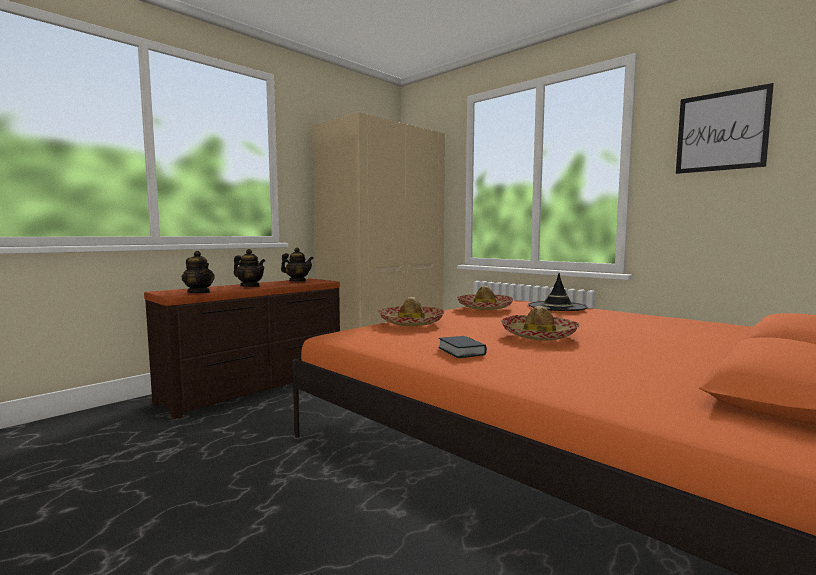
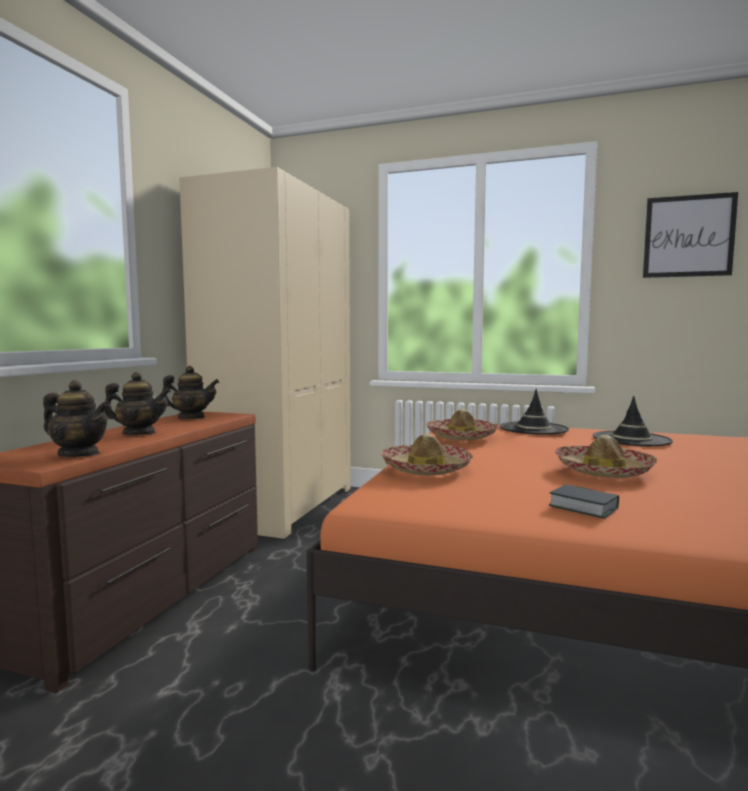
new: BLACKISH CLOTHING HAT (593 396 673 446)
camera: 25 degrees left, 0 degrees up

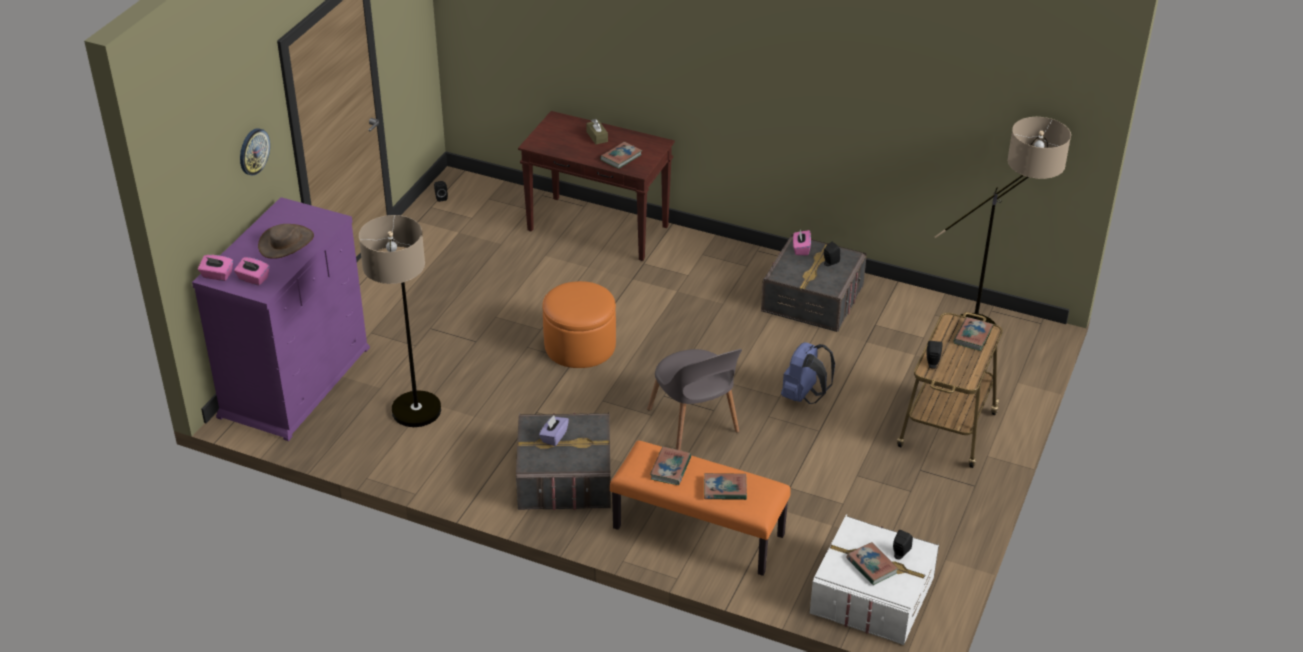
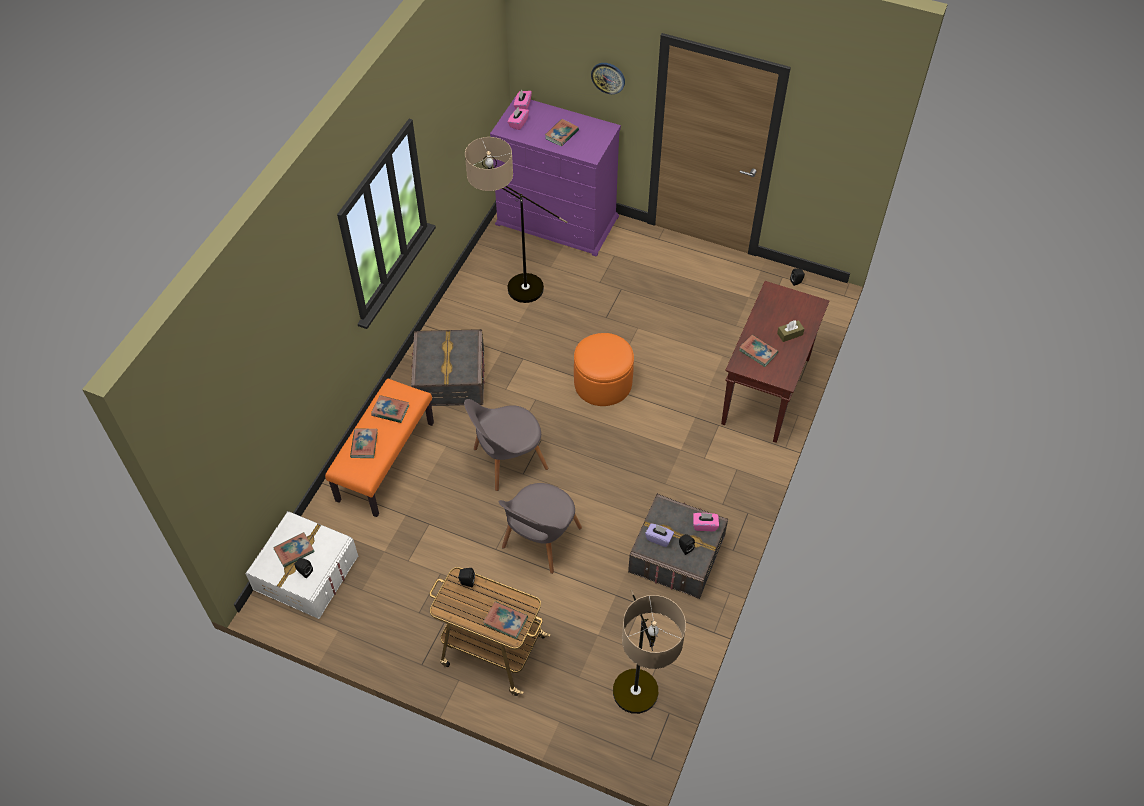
shifted: PURPLE-COLOURED BOX OF TISSUES (539 415 569 446) to (645 523 674 547)
swapped: BROWN-COLOURED CLOTHING HAT (258 224 314 259) to BOOK (545 119 579 146); BLUE BACKPACK (781 342 835 404) to GREYISH CHAIR (499 483 582 574)
camera: 90 degrees right, 15 degrees up

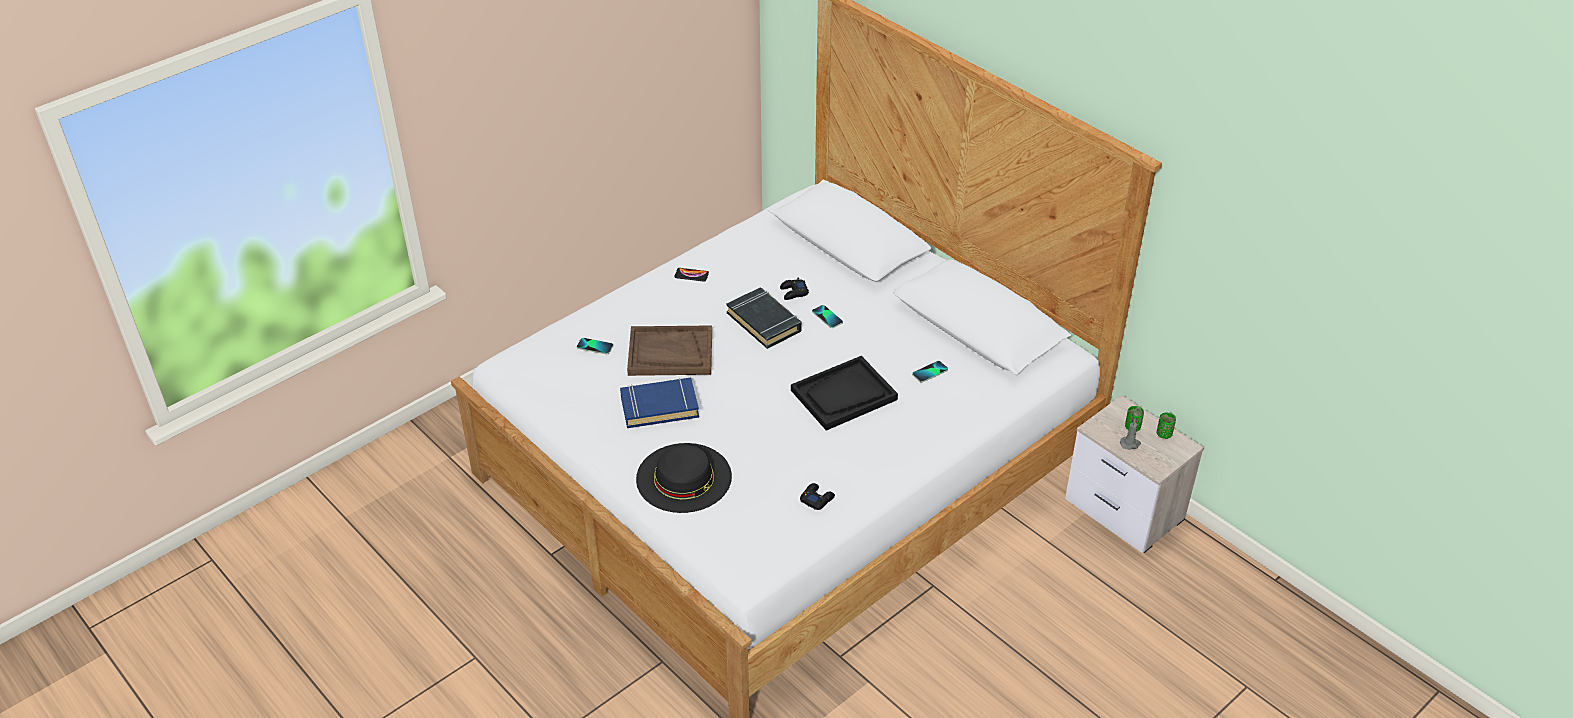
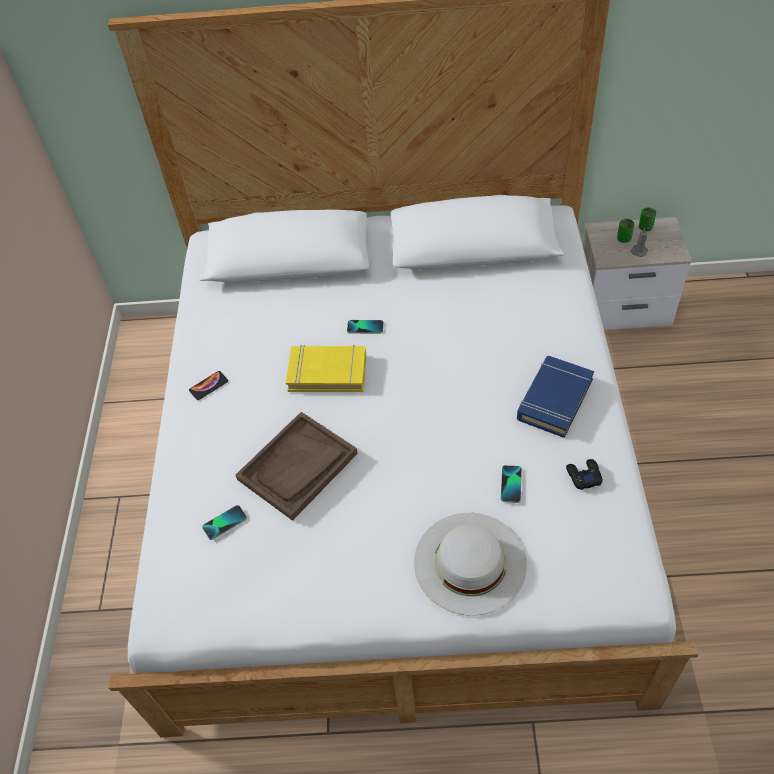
gone: BLACKISH GAME CONTROLLER (780 278 809 300); BLACKISH CARRYING TRAY (791 356 898 431)
shifted: BLUE BOOK (620 378 699 428) to (517 356 594 438); HANDSET (912 361 948 383) to (501 465 522 503)
repainted: BLACKISH CLOTHING HAT (636 443 732 513) to WHITISH CLOTHING HAT (414 513 527 616); BLACKISH BOOK (726 288 801 349) to YELLOWISH BOOK (286 345 366 392)
camera: 45 degrees left, 10 degrees up

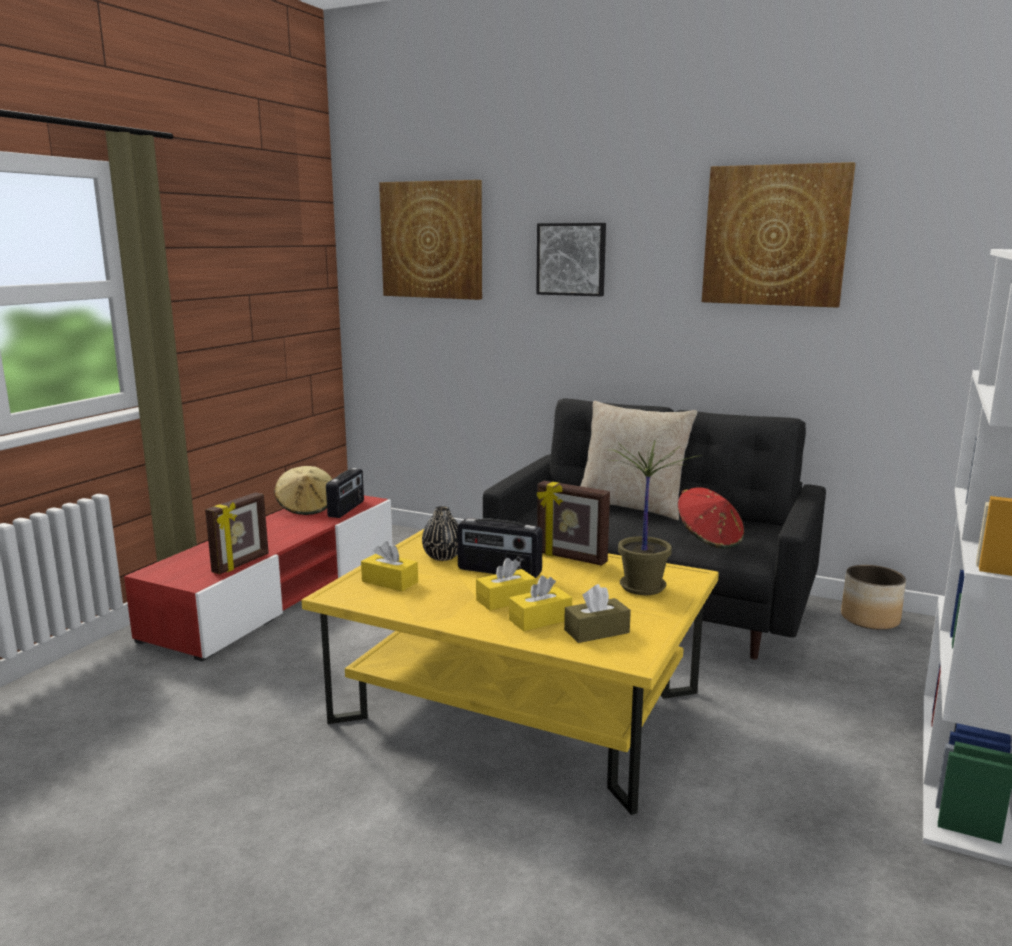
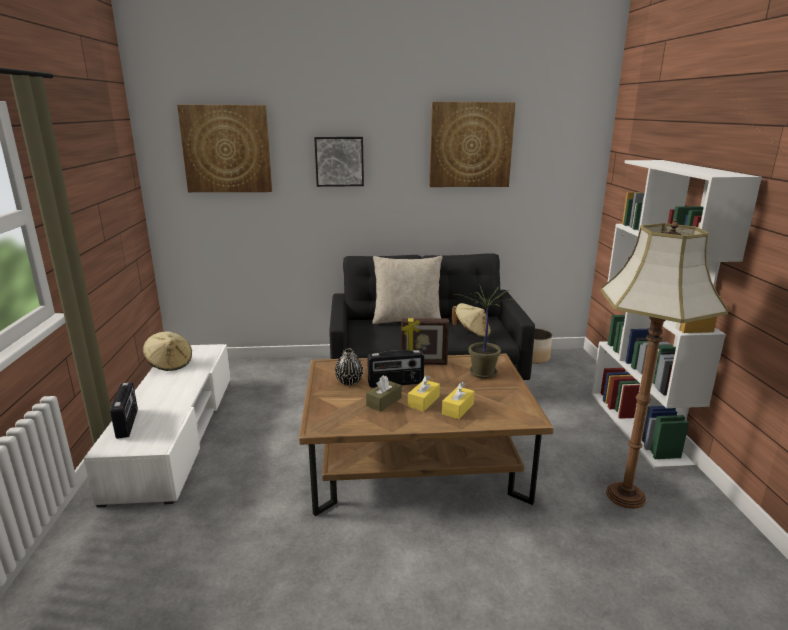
gone: PICTURE FRAME (205 492 269 574); YELLOWISH BOX OF TISSUES (361 541 418 591)
new: STANDING LAMP (601 218 729 509)
shifted: RADIO (326 468 364 518) to (110 382 138 439); BROWN-COLOURED BOX OF TISSUES (564 584 631 643) to (366 375 402 412)
repainted: RED MEDIA CONSOLE (124 495 393 661) to WHITISH MEDIA CONSOLE (84 344 231 507); YELLOWISH LOW TABLE (301 529 719 815) to BROWN-COLOURED LOW TABLE (299 354 554 516); RED CLOTHING HAT (678 487 744 549) to BEIGE CLOTHING HAT (452 303 491 338)
camera: 30 degrees left, 5 degrees up

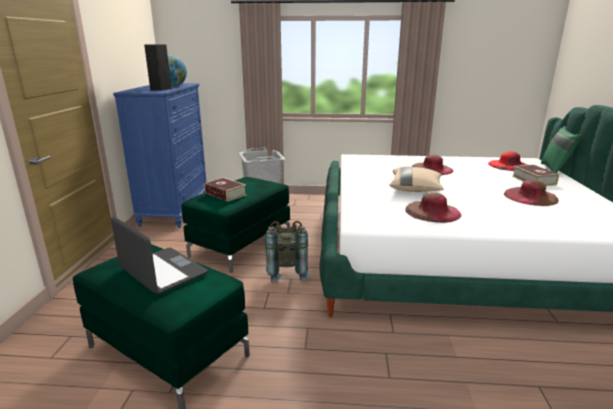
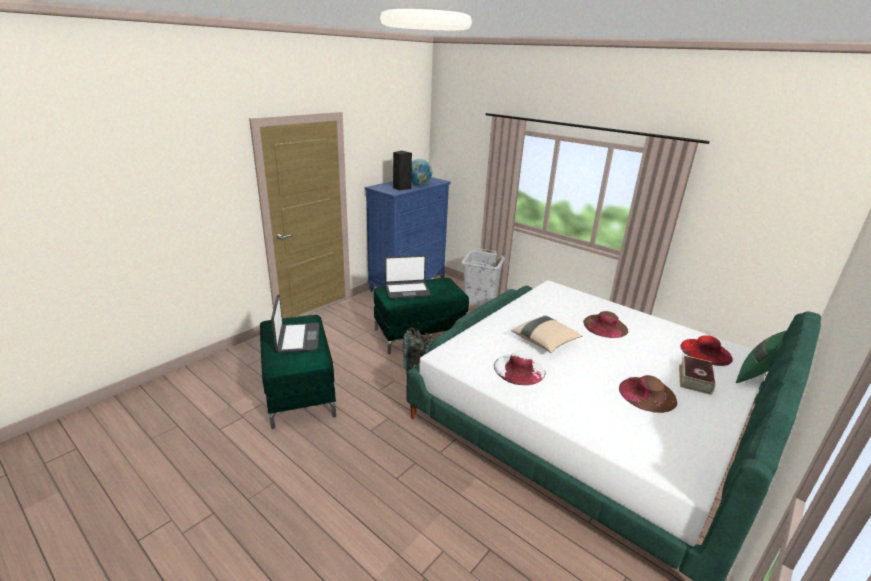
swapped: BOOK (205 178 246 202) to NOTEBOOK COMPUTER (385 255 431 299)
repainted: BROWN-COLOURED CLOTHING HAT (405 192 461 223) to WHITISH CLOTHING HAT (494 351 545 385)
camera: 35 degrees right, 5 degrees up

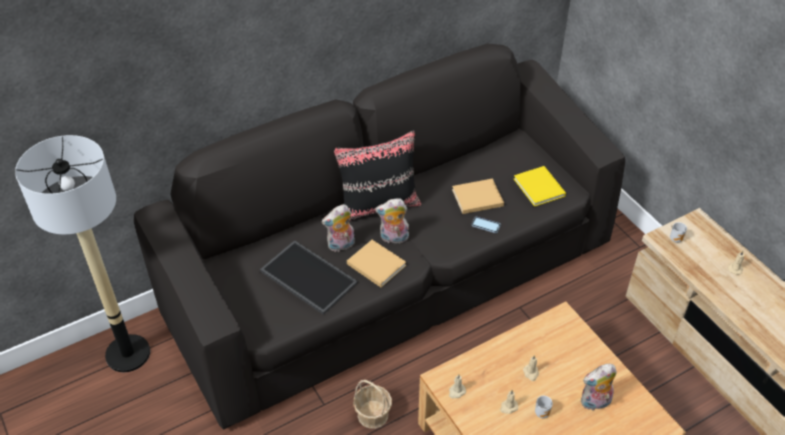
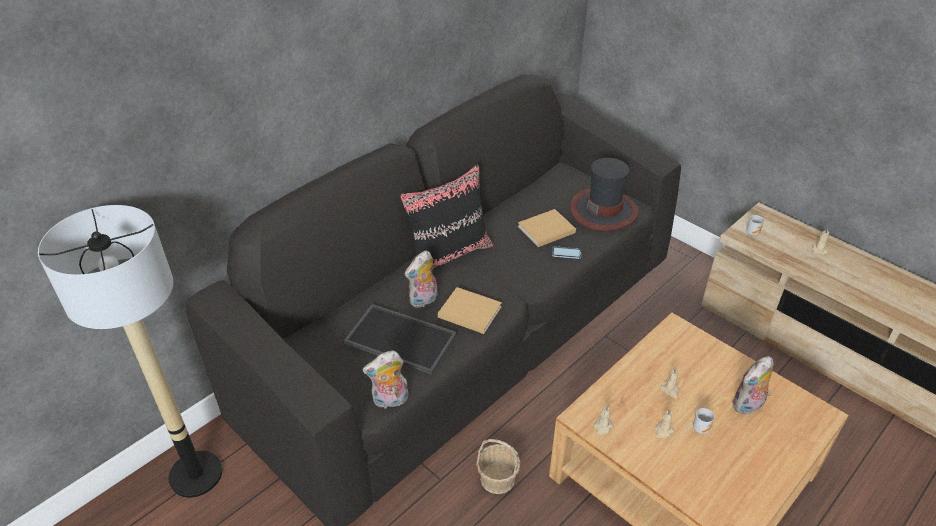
shifted: CUDDLY TOY (375 198 409 243) to (362 351 408 409)
swapped: YELLOWISH BOOK (514 166 566 207) to CLOTHING HAT (570 158 639 231)
camera: 15 degrees left, 5 degrees down

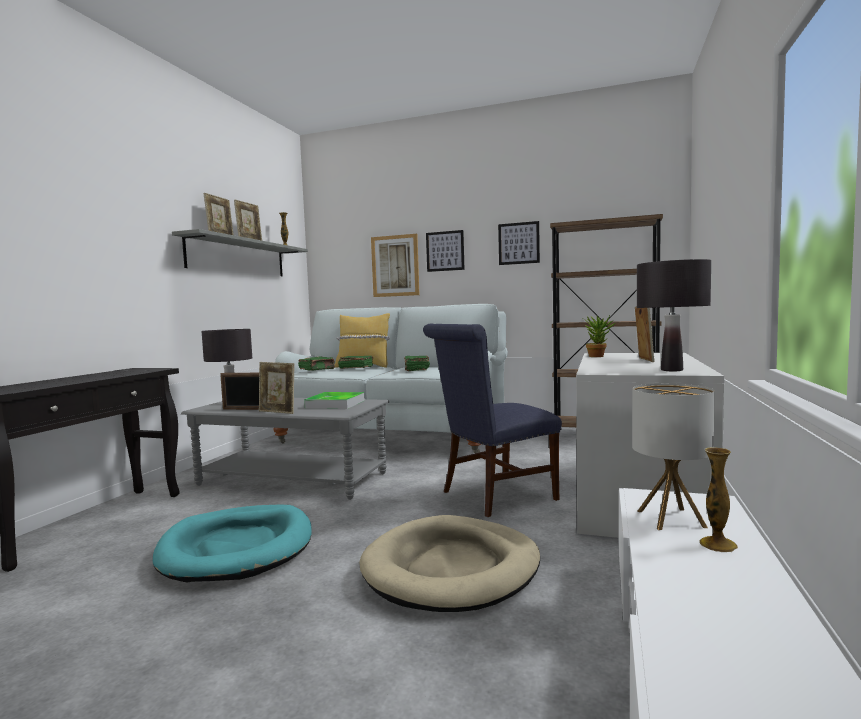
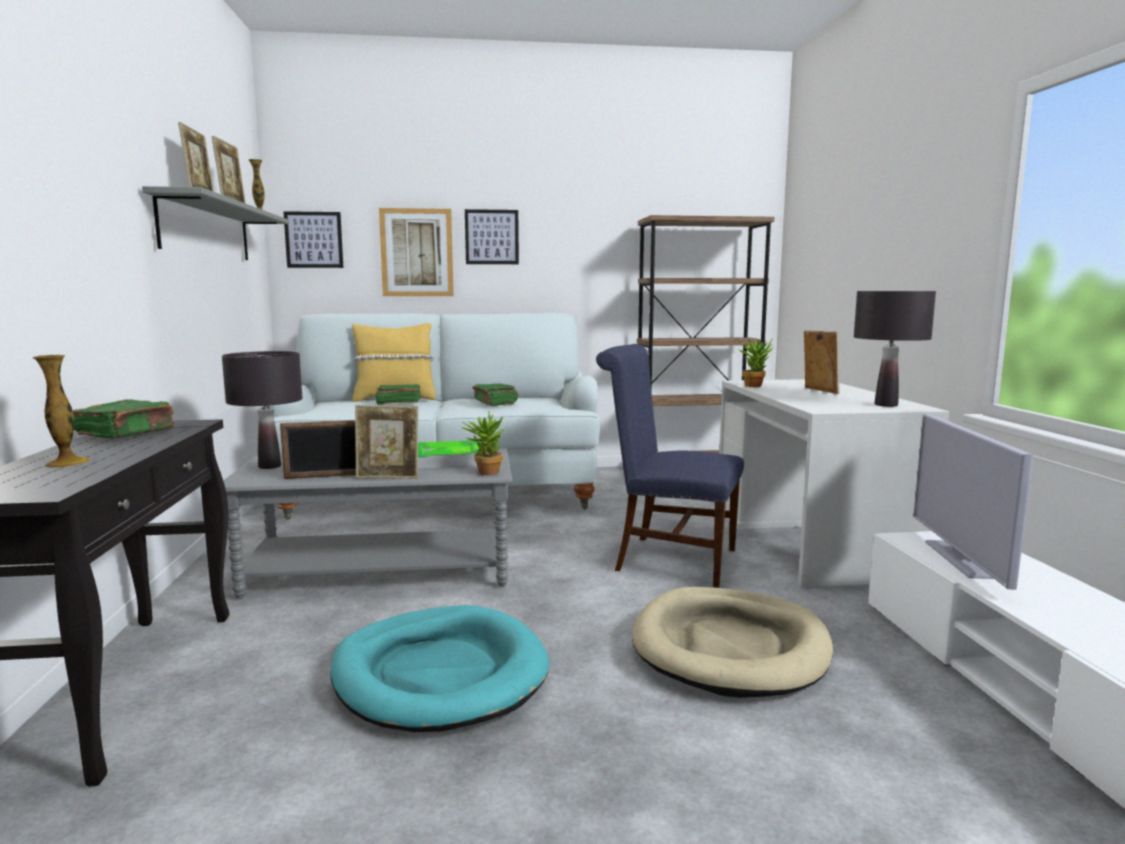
new: POTTED PLANT (461 412 504 475)
shifted: GREEN-COLOURED BOOK (298 356 335 371) to (73 399 174 439); WALL PICTURE (498 221 540 265) to (283 211 343 268); FLOWER VASE (699 447 738 552) to (33 355 90 468)
swapped: TABLE LAMP (632 384 715 530) to TELEVISION (913 414 1033 590)
rotated: BLUE CHAIR (423 324 562 517) = (596 344 744 588) 75 degrees clockwise
camera: 25 degrees left, 5 degrees up

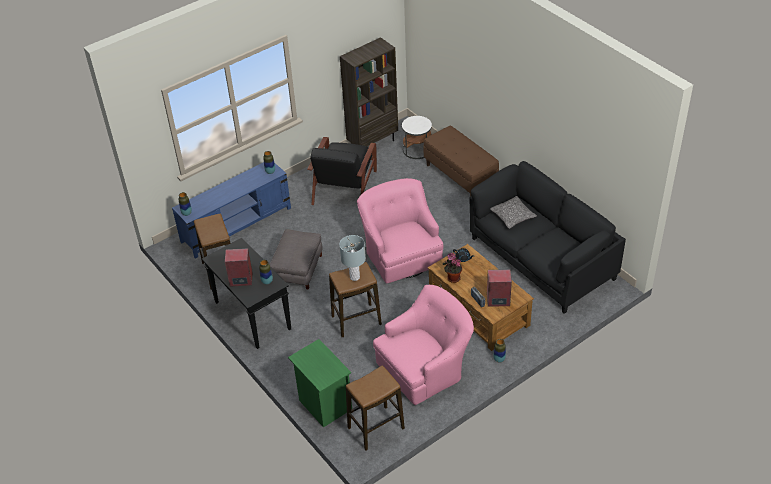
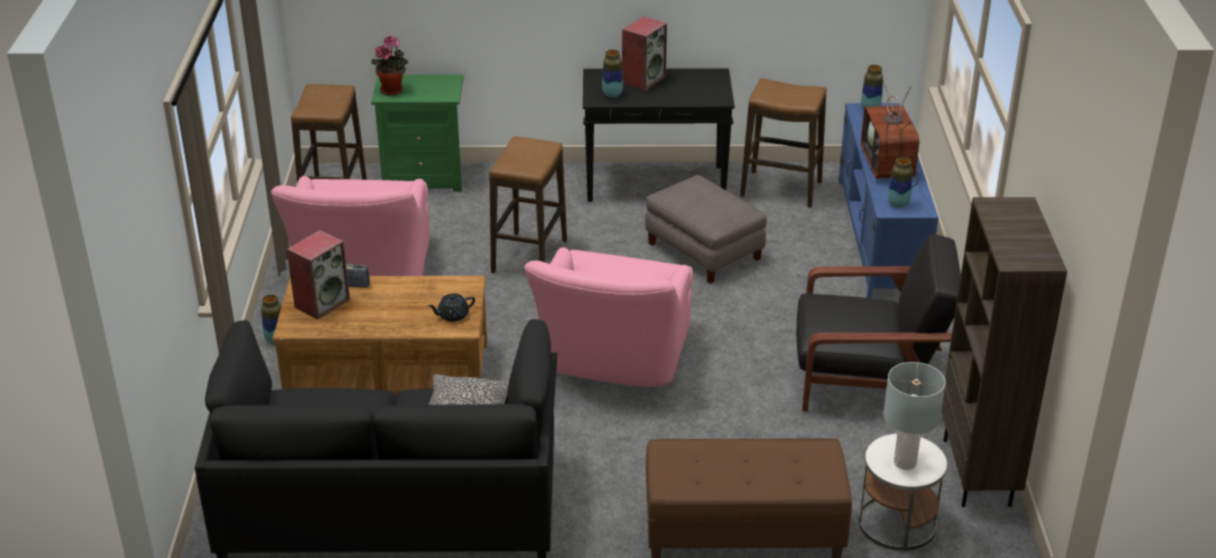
new: TELEVISION (861 73 920 187)
shifted: GREYISH TABLE LAMP (339 235 366 281) to (883 362 946 470); POTTED PLANT (443 253 462 283) to (371 35 408 96)
rotated: BLACKISH EASY CHAIR (307 137 377 205) = (796 234 961 412) 135 degrees clockwise; PINK EASY CHAIR (357 178 443 284) = (524 247 693 387) 90 degrees clockwise
camera: 125 degrees right, 10 degrees down

